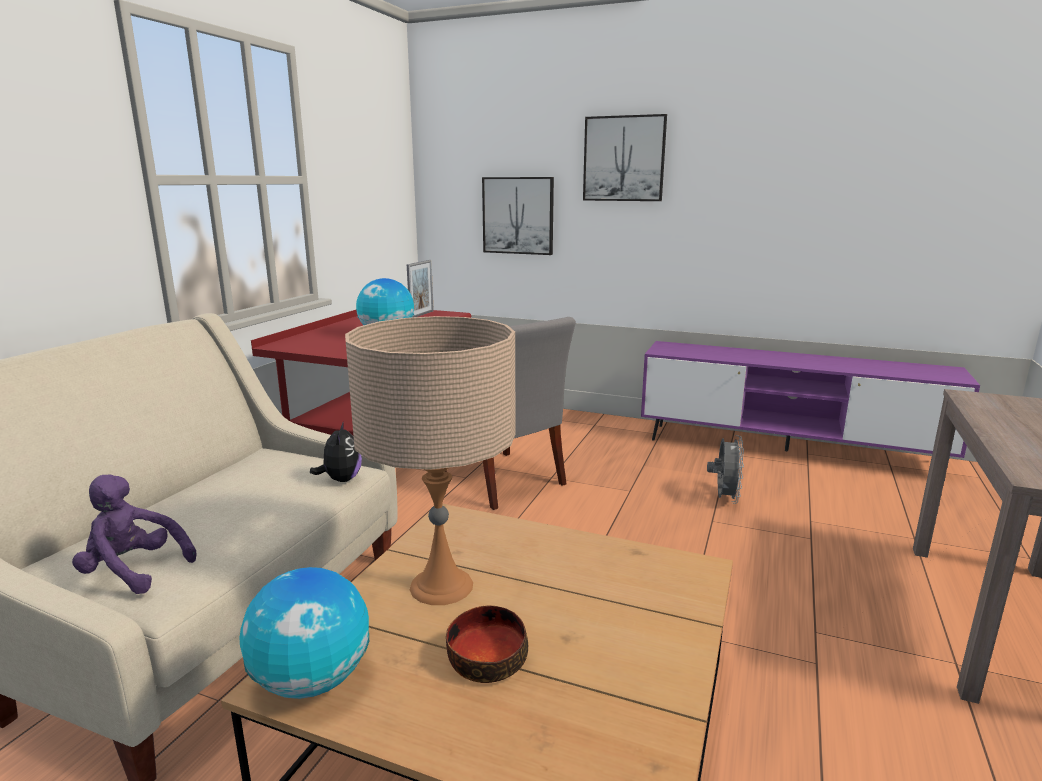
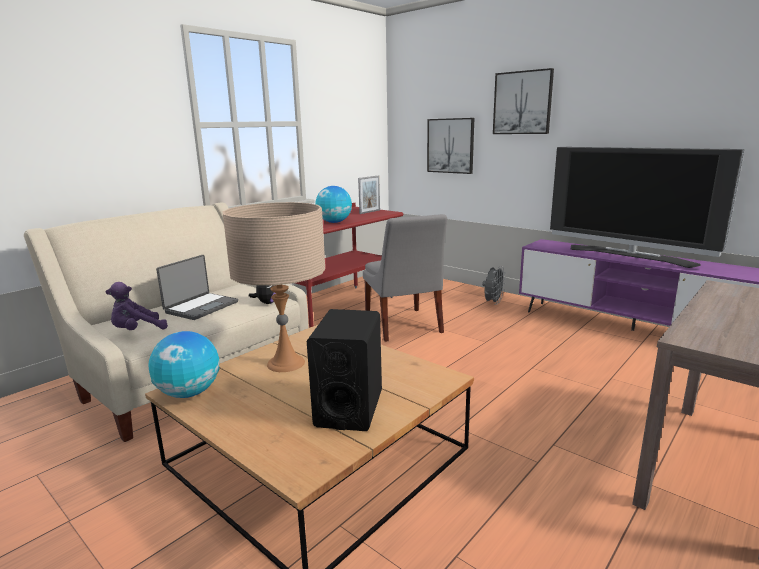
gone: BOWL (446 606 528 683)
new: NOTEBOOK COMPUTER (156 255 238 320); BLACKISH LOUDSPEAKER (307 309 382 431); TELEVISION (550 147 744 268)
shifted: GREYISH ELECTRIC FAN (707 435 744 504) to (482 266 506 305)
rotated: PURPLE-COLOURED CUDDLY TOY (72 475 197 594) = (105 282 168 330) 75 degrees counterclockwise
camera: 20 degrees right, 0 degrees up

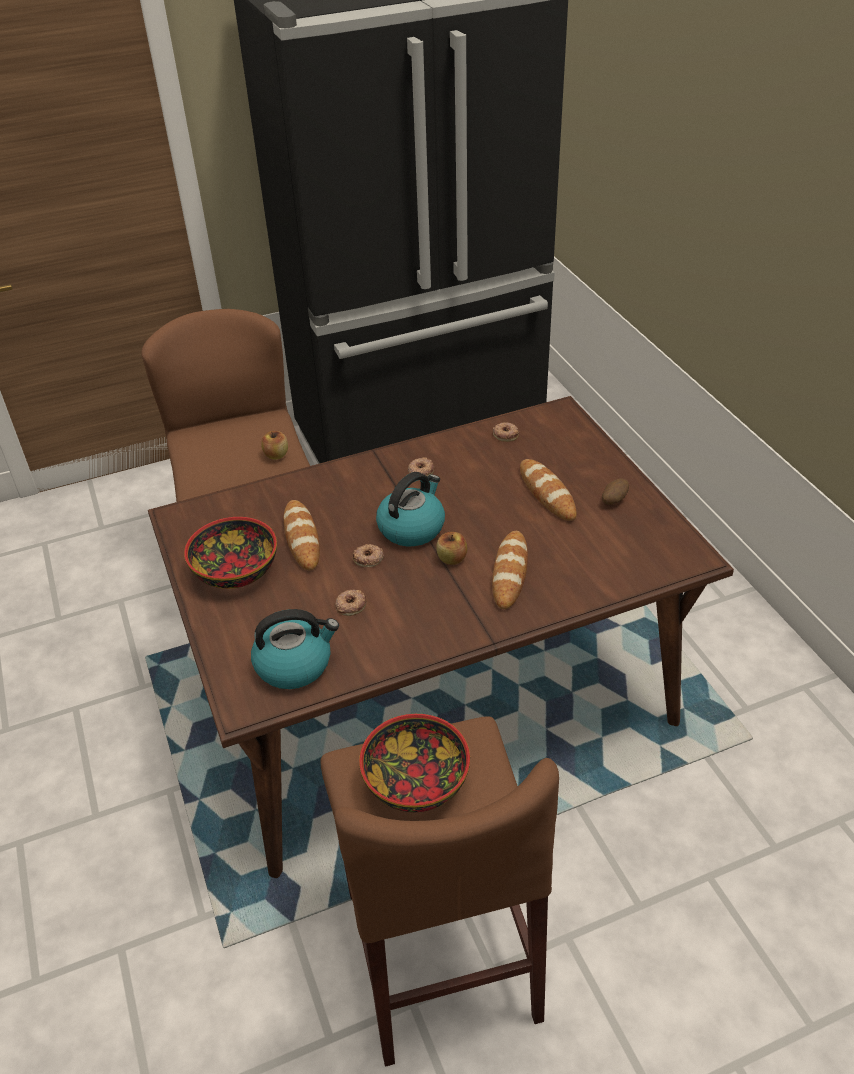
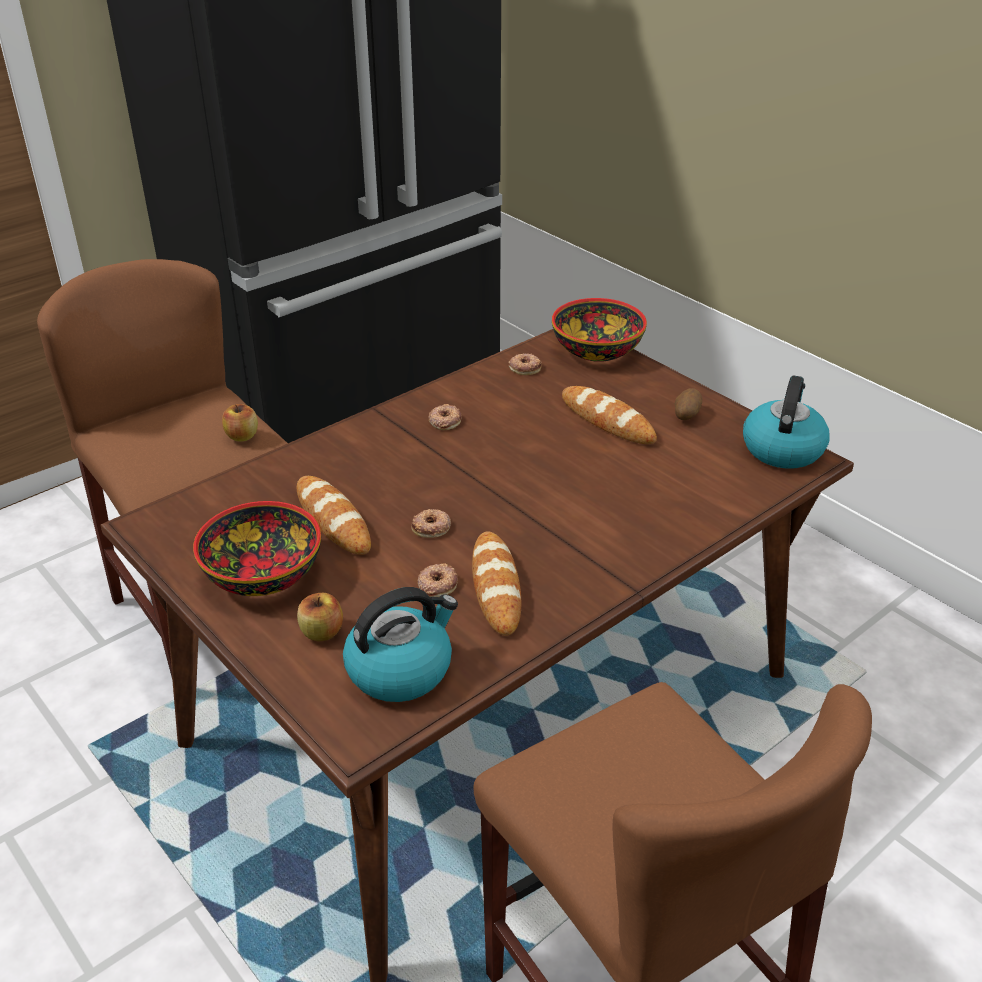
shifted: BOWL (359 714 470 812) to (552 298 647 362); WATER KETTLE (376 472 445 546) to (743 376 830 469); APPLE FRUIT (437 532 467 565) to (297 593 343 641); BREAD (492 531 528 609) to (472 531 521 636)
camera: 20 degrees left, 5 degrees down

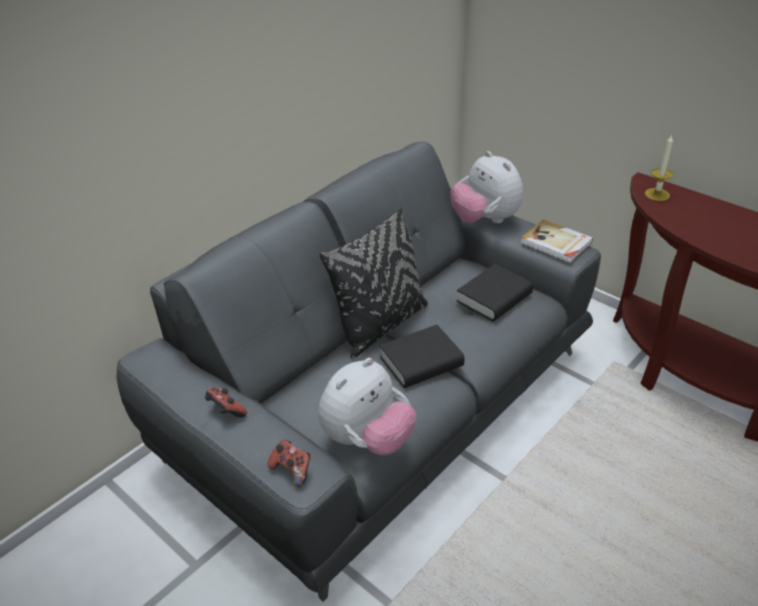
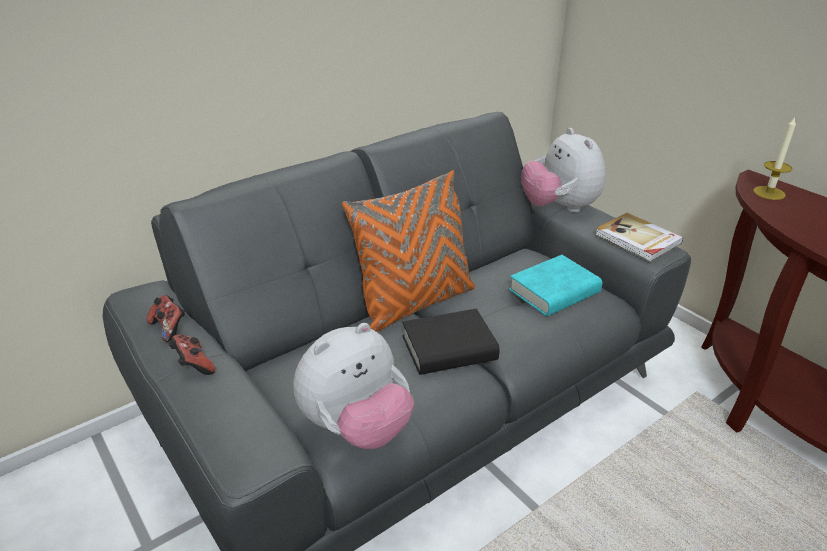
shifted: GAME CONTROLLER (267 440 311 487) to (147 295 185 342)
repainted: BLACKISH CUSHION (320 208 428 359) to ORANGE CUSHION (342 170 475 332); BLACKISH BOOK (457 264 533 321) to TURQUOISE BOOK (509 255 602 316)
camera: 10 degrees right, 5 degrees down

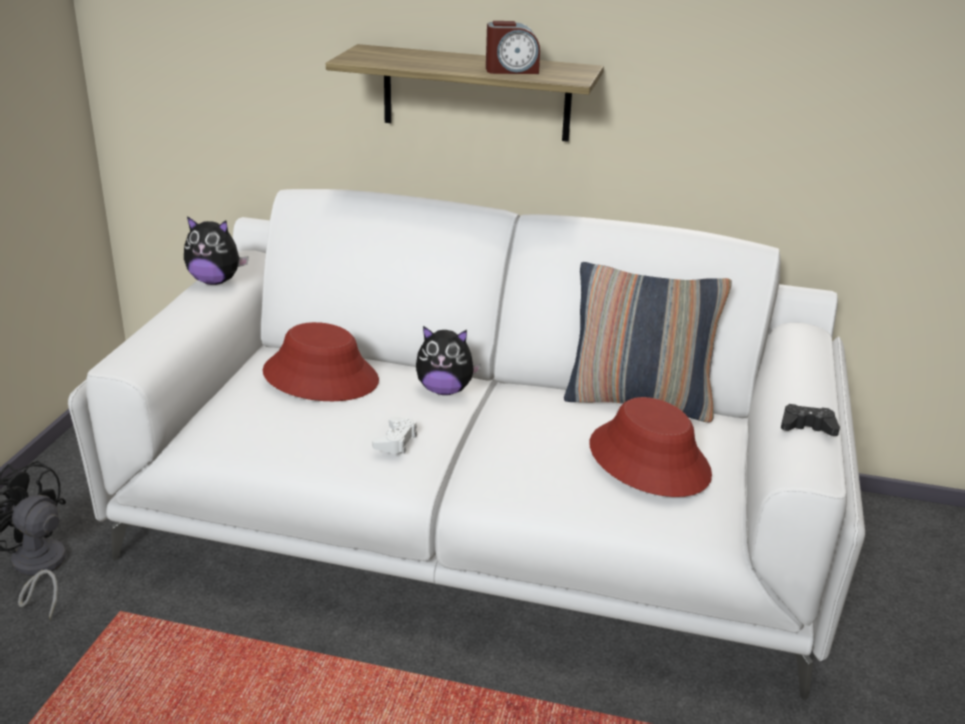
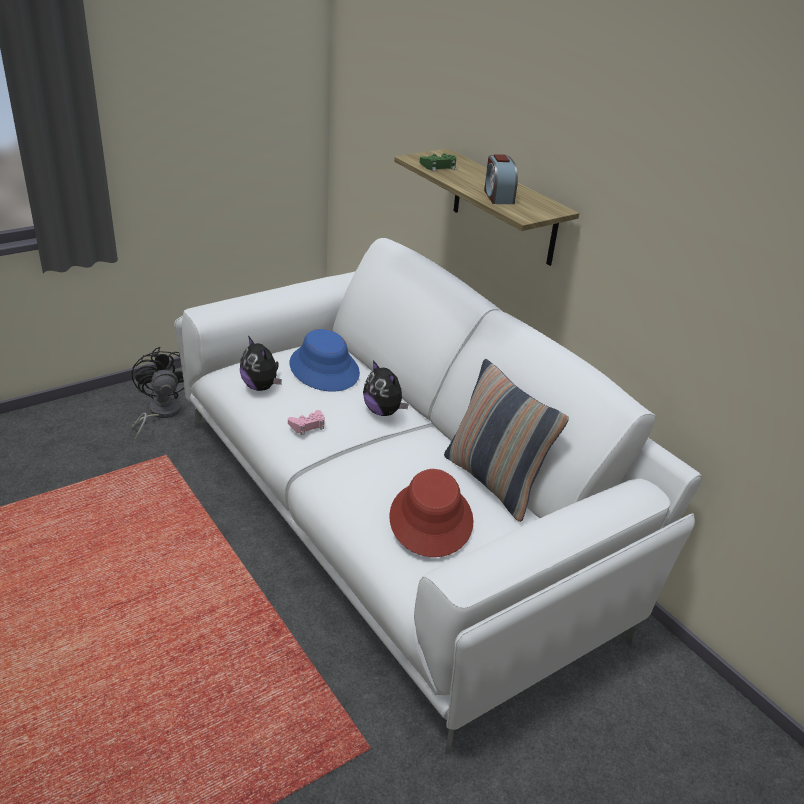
gone: BLACKISH GAME CONTROLLER (781 404 840 436)
new: GREEN-COLOURED GAME CONTROLLER (420 153 456 171)
shifted: CUDDLY TOY (184 216 249 285) to (240 336 282 391)
repainted: RED CLOTHING HAT (263 322 379 401) to BLUE CLOTHING HAT (290 329 360 392); WHITISH GAME CONTROLLER (372 417 417 454) to PINK GAME CONTROLLER (288 410 324 435)
rotated: BEDSIDE CLOCK (486 21 540 74) = (484 154 518 204) 45 degrees clockwise
camera: 40 degrees right, 5 degrees up

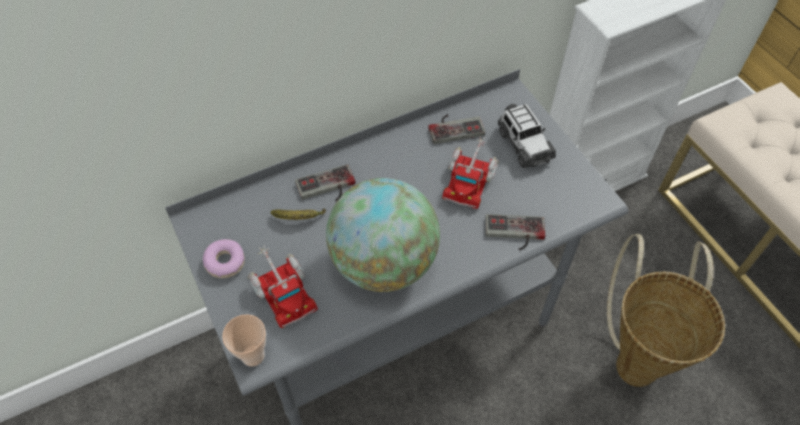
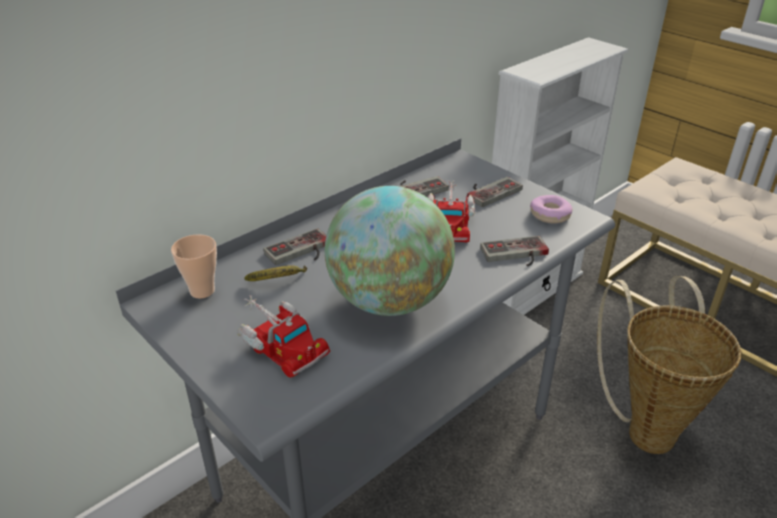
shifted: RING DOUGHNUT (203 239 245 278) to (530 195 572 224); SMALL CUP (222 314 266 367) to (171 234 217 299)
swapped: MINIATURE CAR (498 104 556 168) to GAME CONTROLLER (467 177 523 207)
camera: 15 degrees left, 20 degrees down

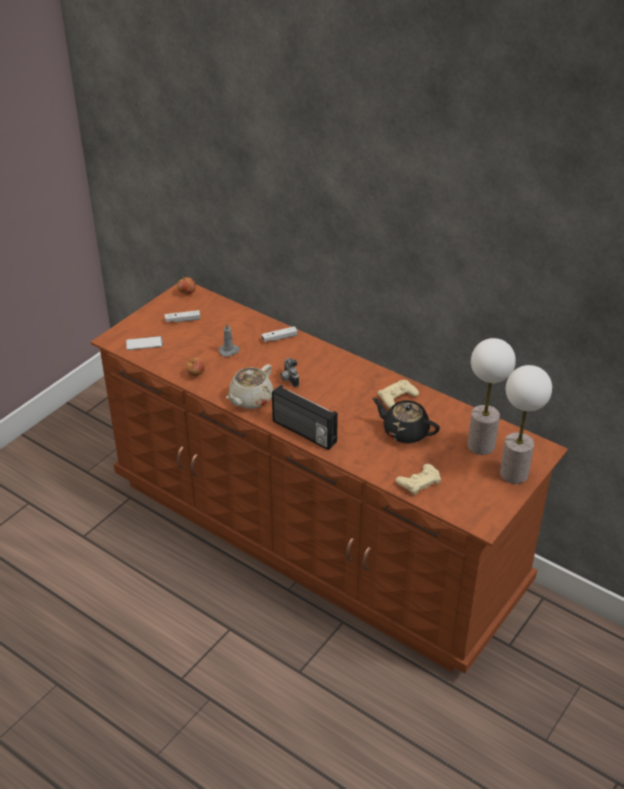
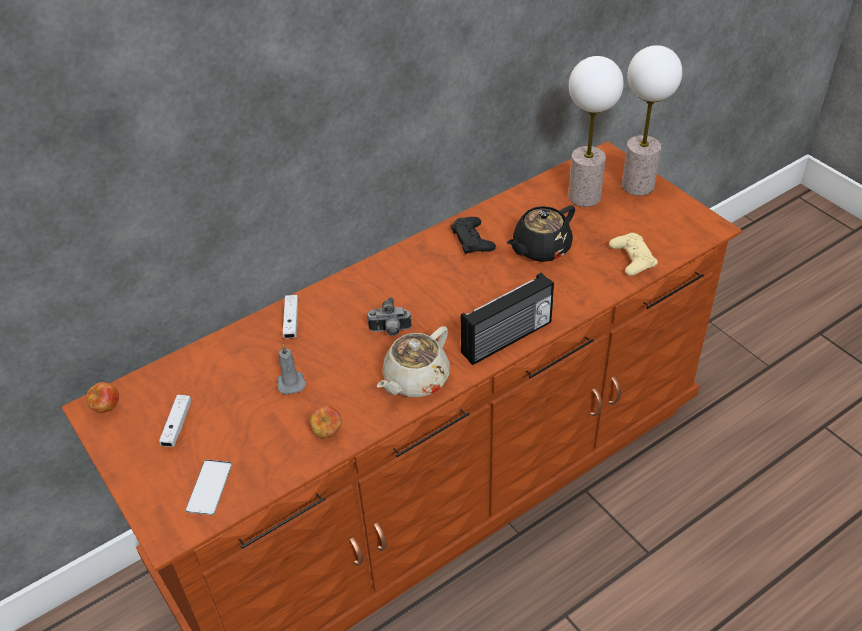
repainted: BEIGE GAME CONTROLLER (378 380 419 408) to BLACKISH GAME CONTROLLER (451 217 496 254)
rotated: BEIGE TEA POT (226 364 273 409) = (377 326 450 397) 75 degrees clockwise
camera: 70 degrees left, 5 degrees up

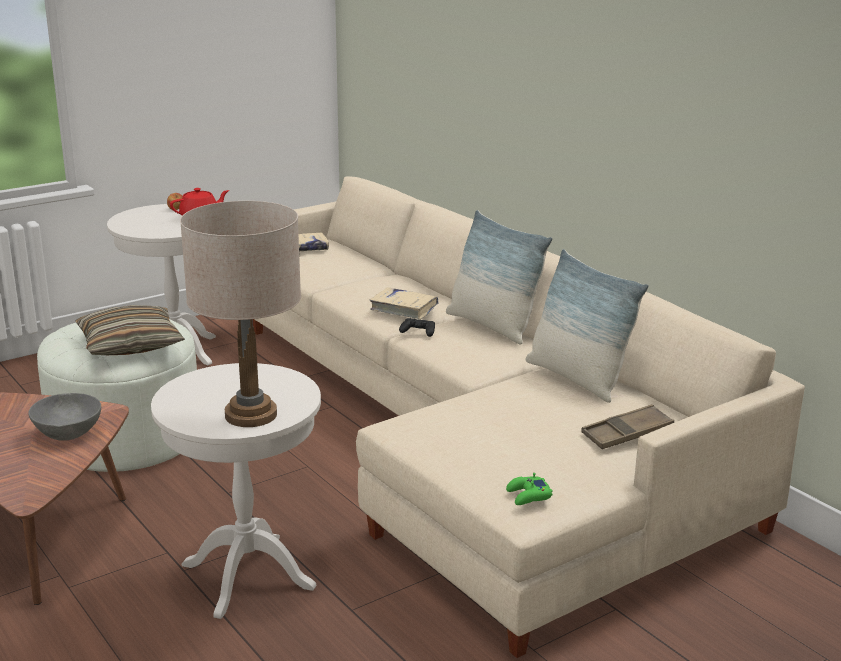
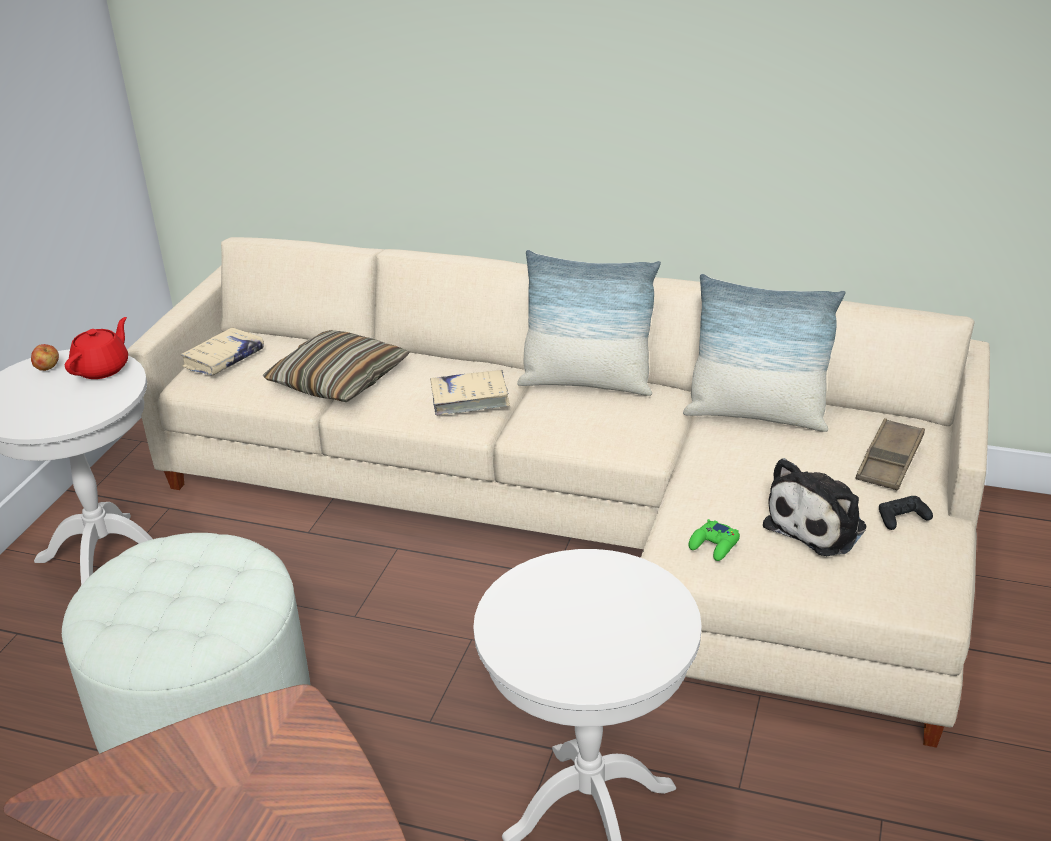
gone: GREYISH BOWL (28 393 101 441); BEIGE TABLE LAMP (180 201 301 427)
new: CUDDLY TOY (763 458 866 556)
shifted: CUSHION (76 305 185 355) to (263 330 410 402); BLACKISH GAME CONTROLLER (399 318 435 337) to (879 496 933 530); GREEN-COLOURED GAME CONTROLLER (506 473 553 505) to (689 519 740 561)
camera: 35 degrees left, 10 degrees up

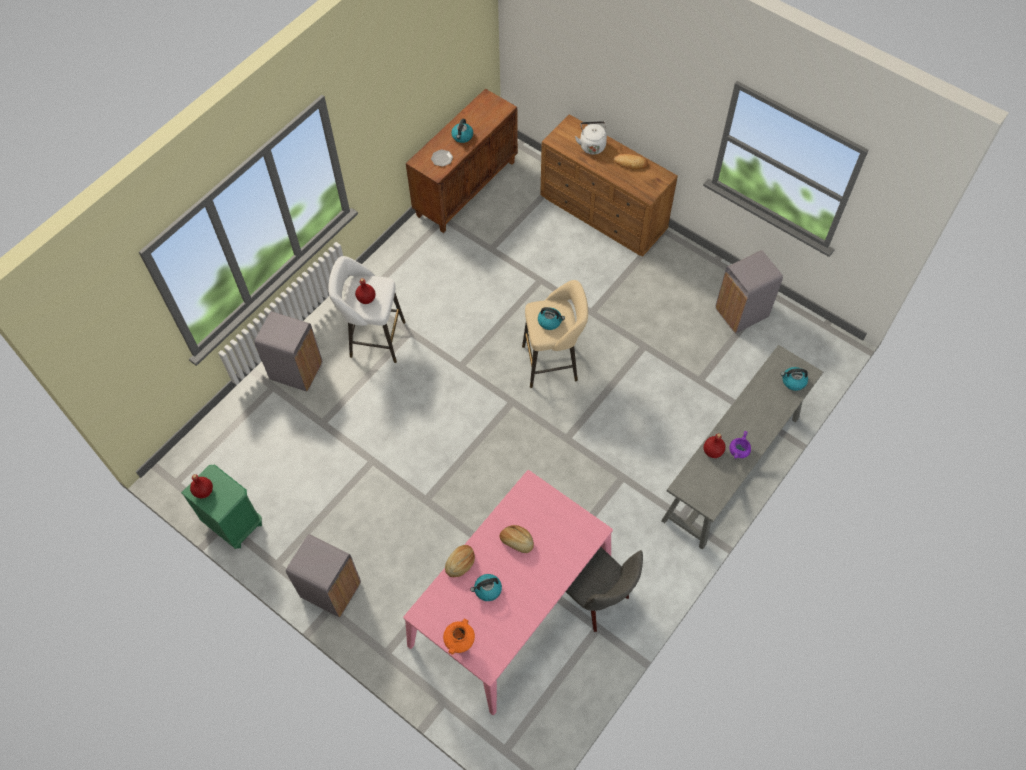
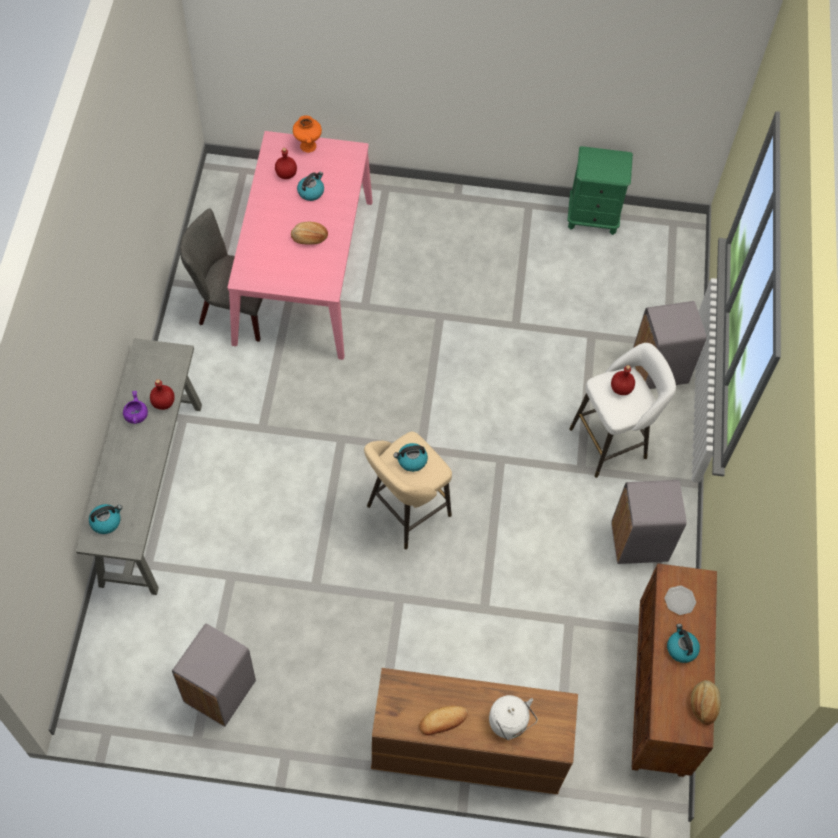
shifted: RED DRINK BOTTLE (190 474 213 498) to (275 148 297 179); GREYISH RUBBISH BIN (286 534 361 618) to (611 480 687 564); BREAD (445 545 475 577) to (691 680 720 725)
camera: 145 degrees right, 0 degrees up

